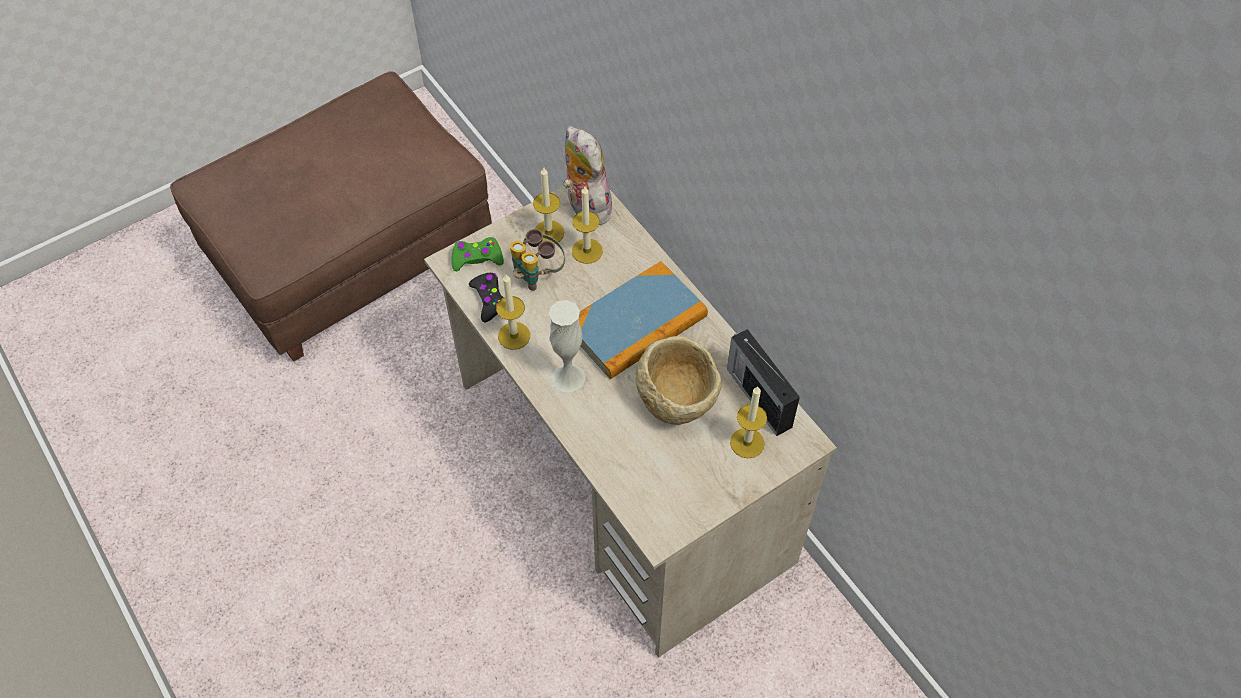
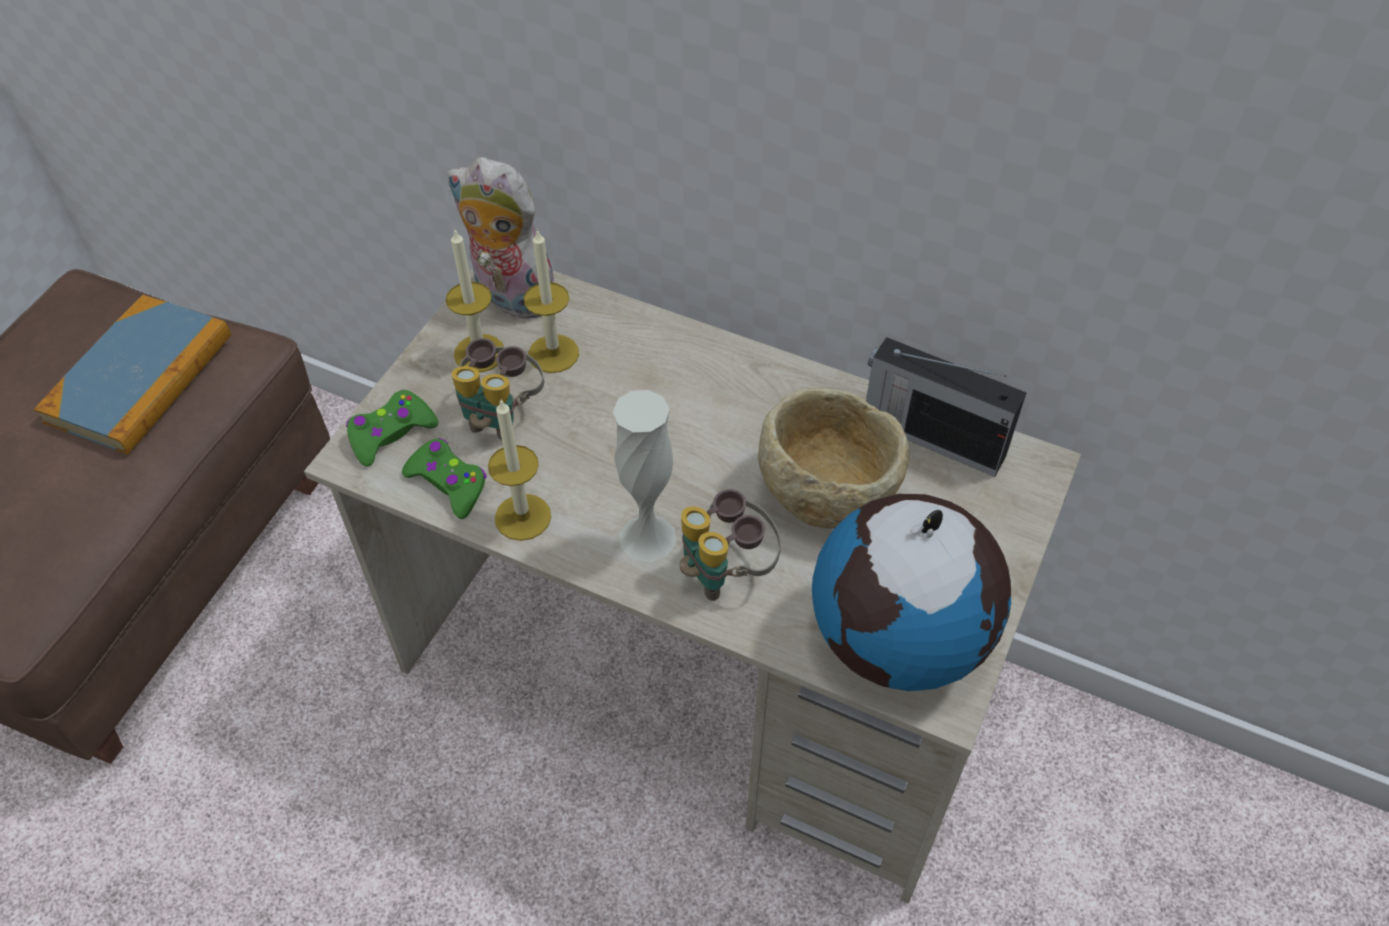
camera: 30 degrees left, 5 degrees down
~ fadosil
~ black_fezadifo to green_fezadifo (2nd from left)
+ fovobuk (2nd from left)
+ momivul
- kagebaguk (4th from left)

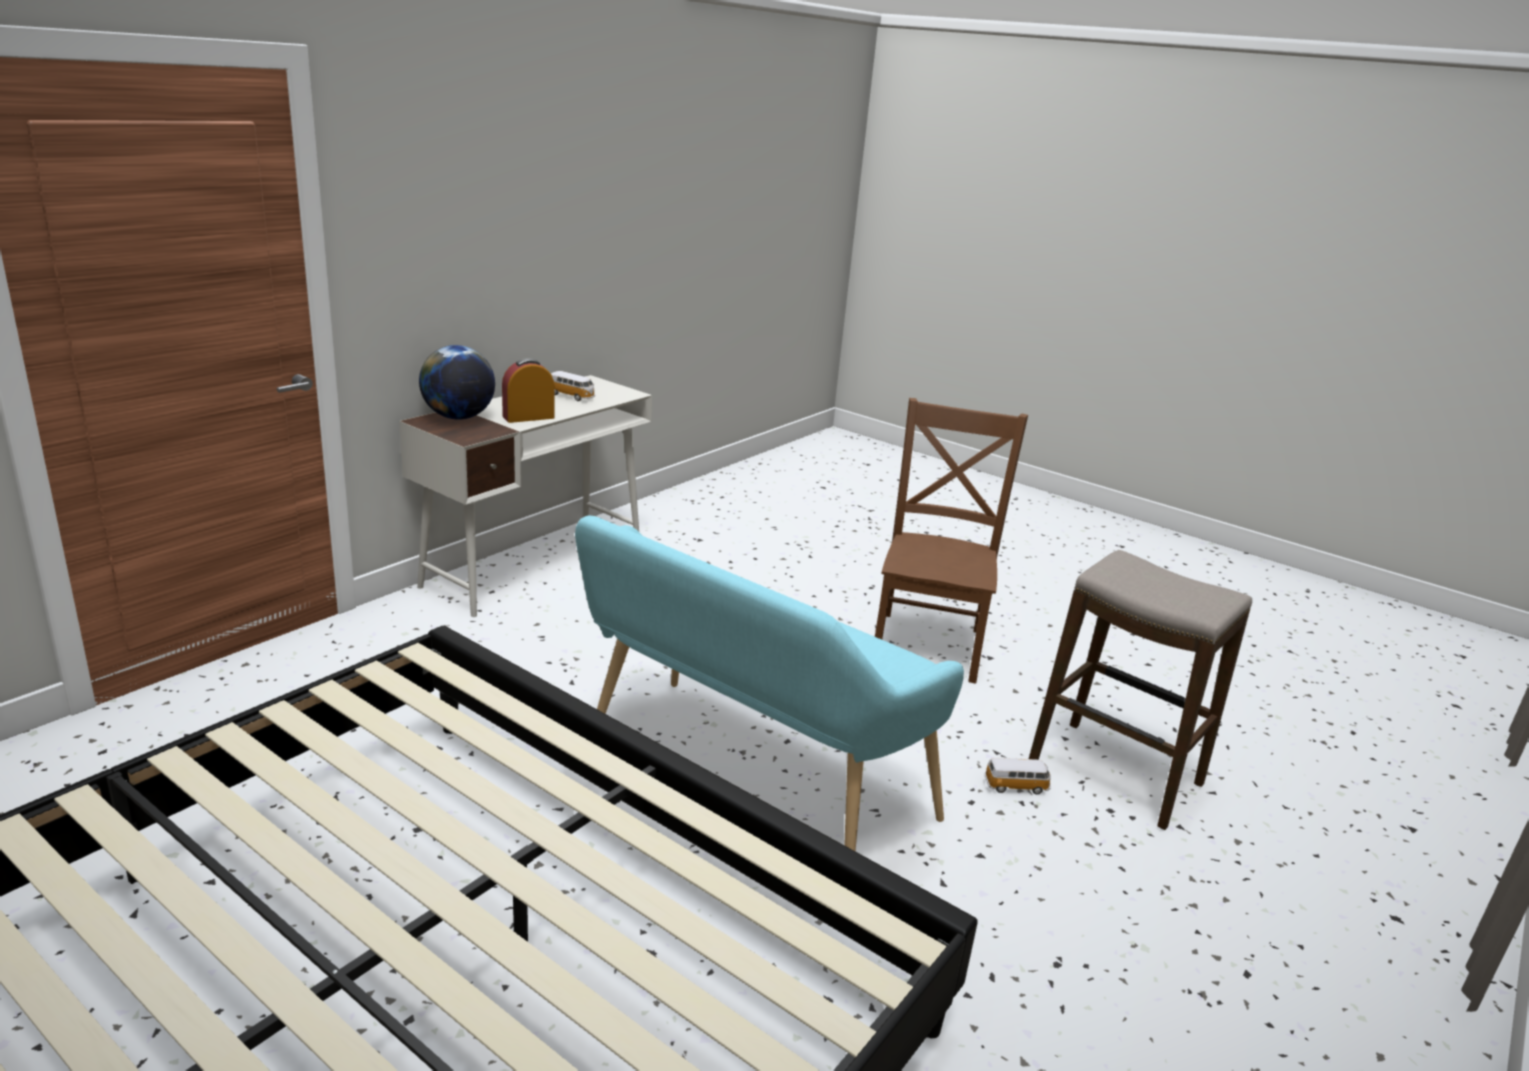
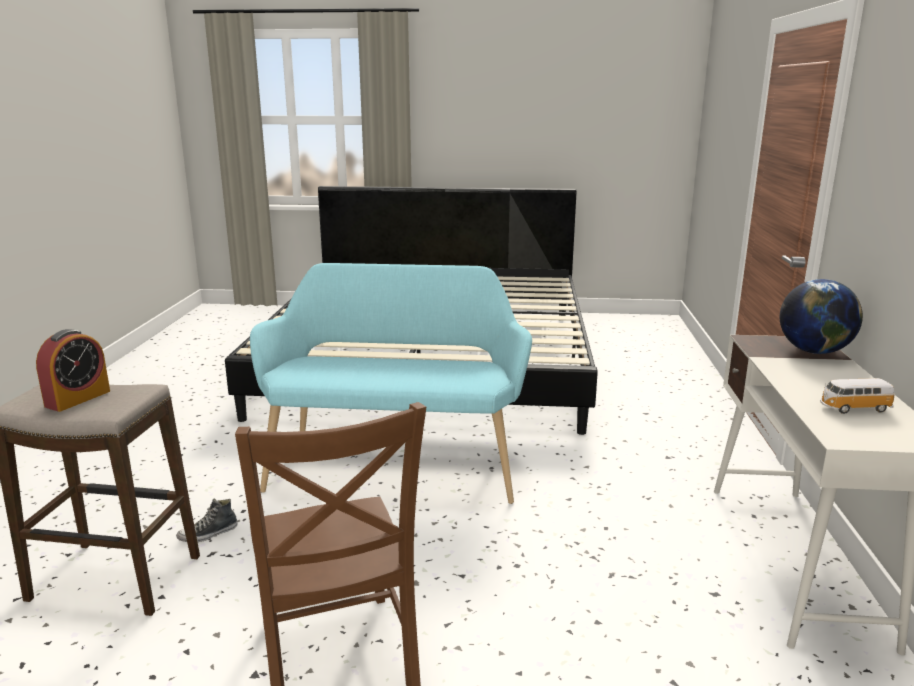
camera: 150 degrees right, 5 degrees down
~ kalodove
~ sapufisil (2nd from left) to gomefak

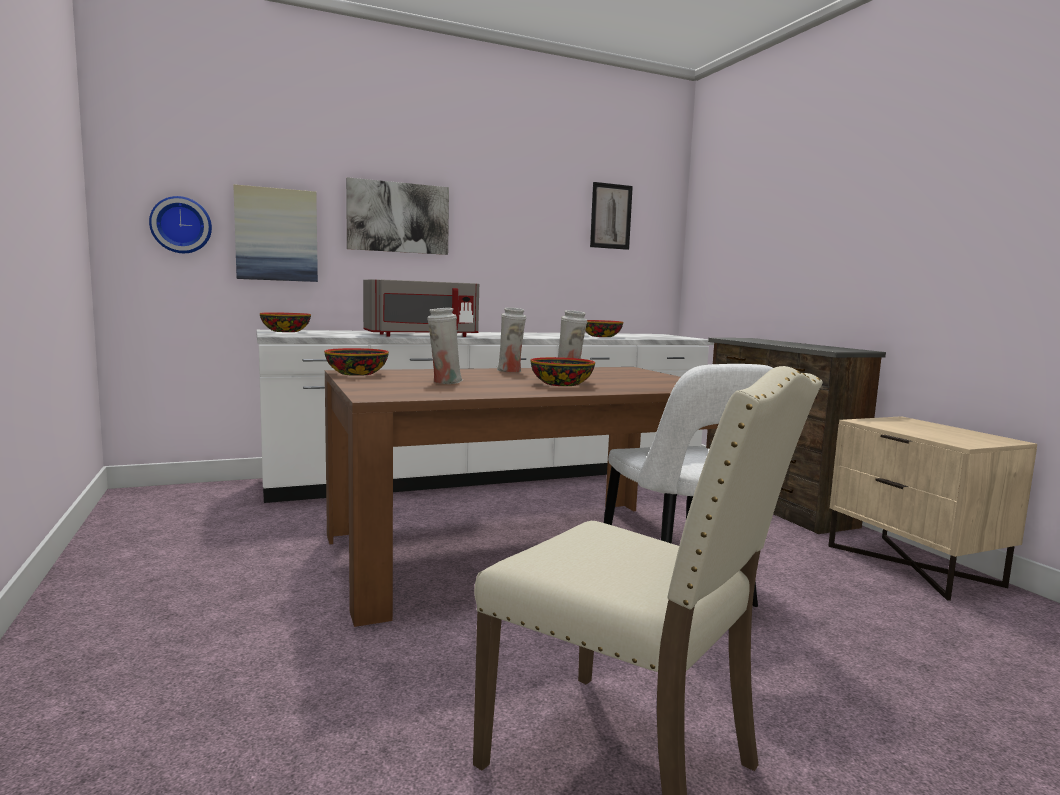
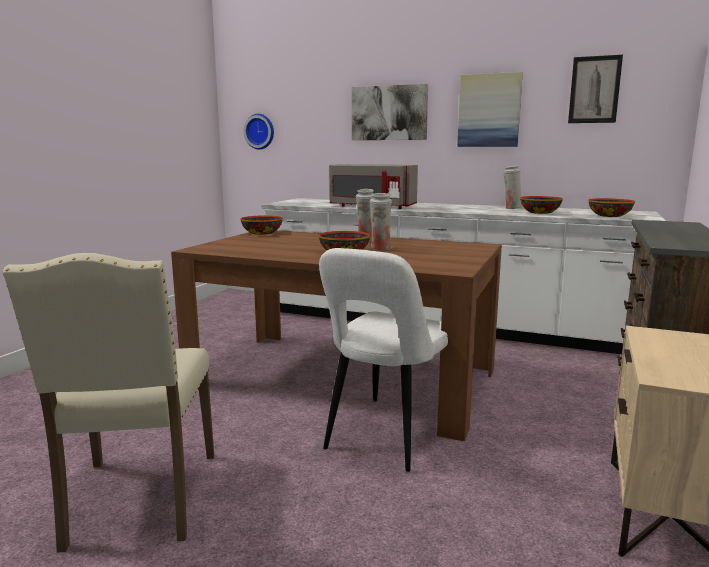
camera: 45 degrees right, 5 degrees up
~ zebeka (1st from left in the first image) to zebeka (2nd from left)
~ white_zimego (1st from left in the first image) to white_zimego (3rd from left)
~ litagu (1st from left in the first image) to litagu (4th from left)

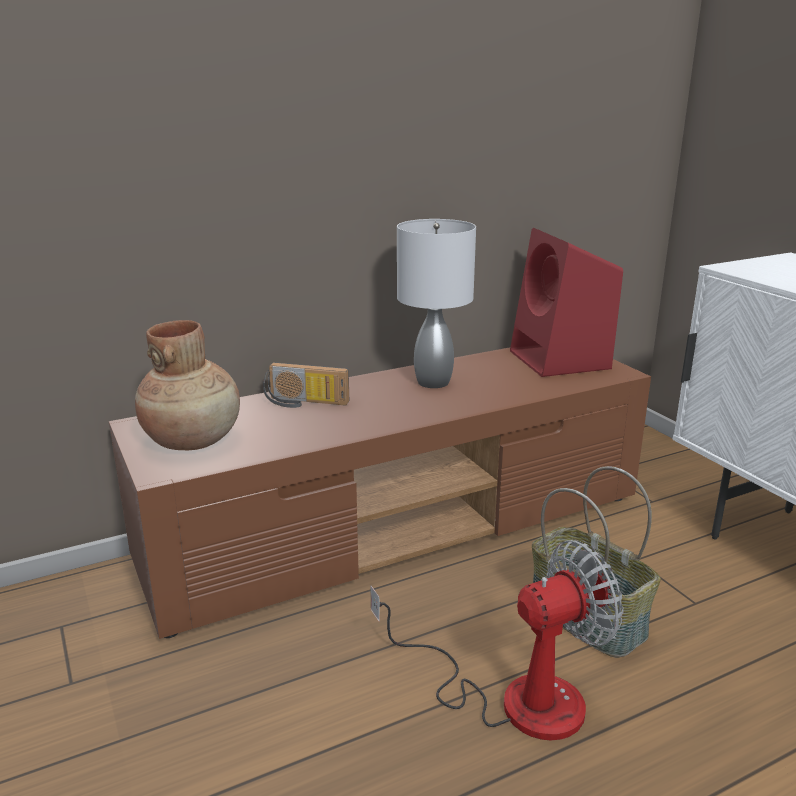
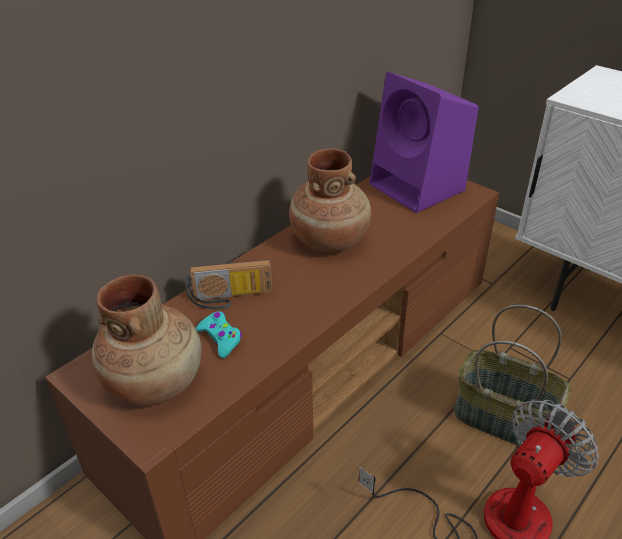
camera: 20 degrees left, 15 degrees up
+ turquoise_fezadifo
~ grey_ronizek to brown_zimego (2nd from left)
~ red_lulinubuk to purple_lulinubuk

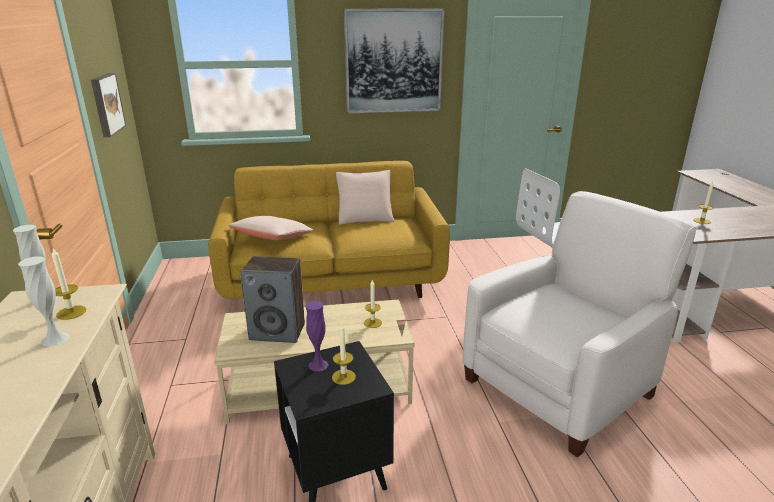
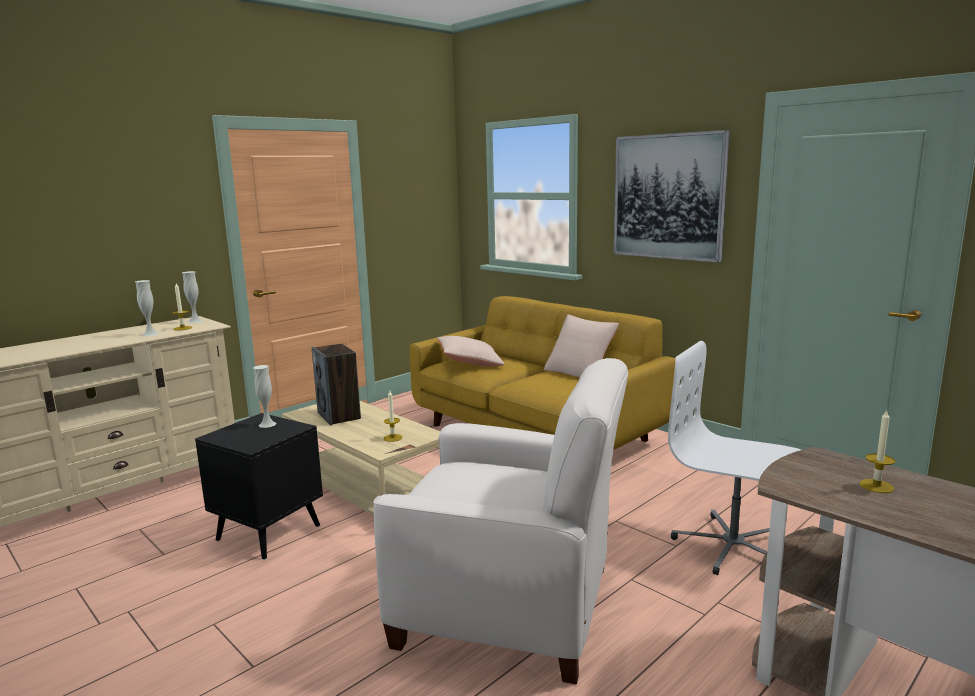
camera: 55 degrees right, 10 degrees down
~ purple_zimego to white_zimego (3rd from left)
- zebeka (1st from left)
- kagebaguk (2nd from left)

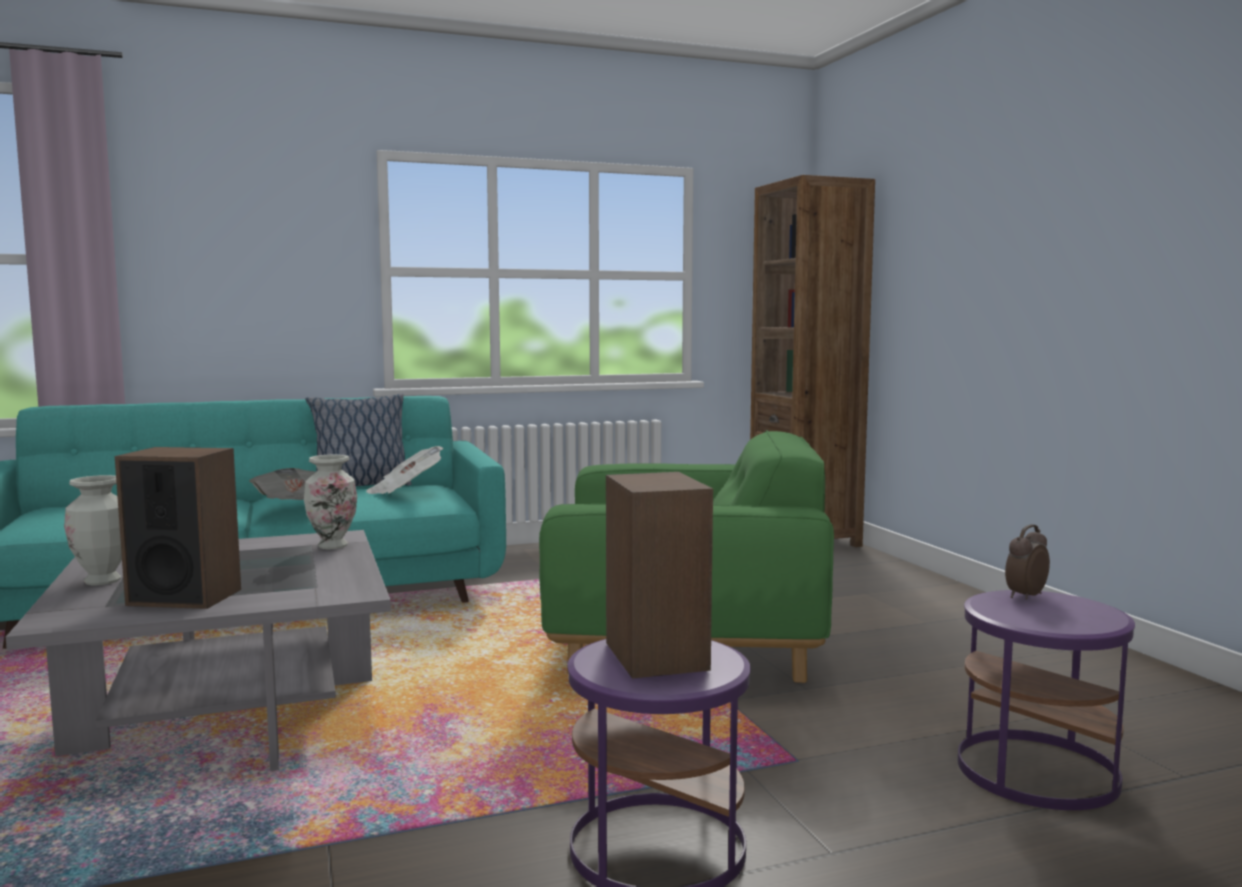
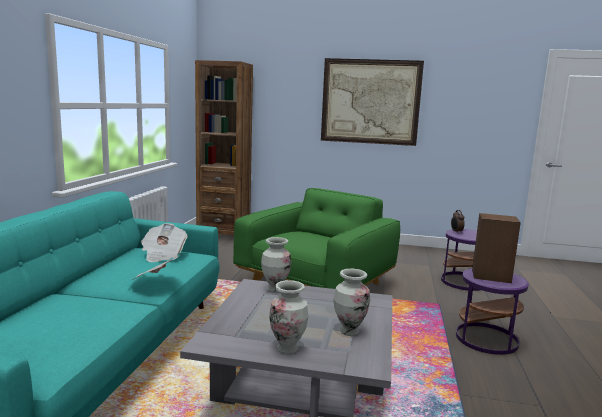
camera: 60 degrees left, 5 degrees up
+ zebeka
~ lulinubuk (1st from left) to zimego (3rd from left)
- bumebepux

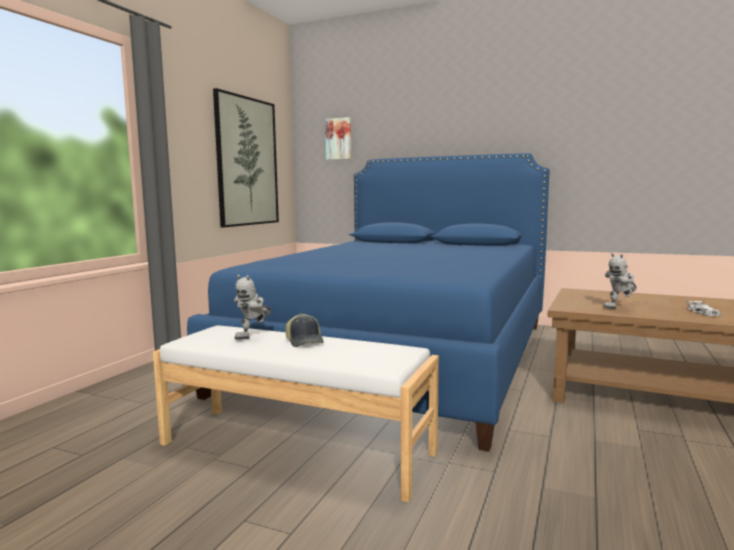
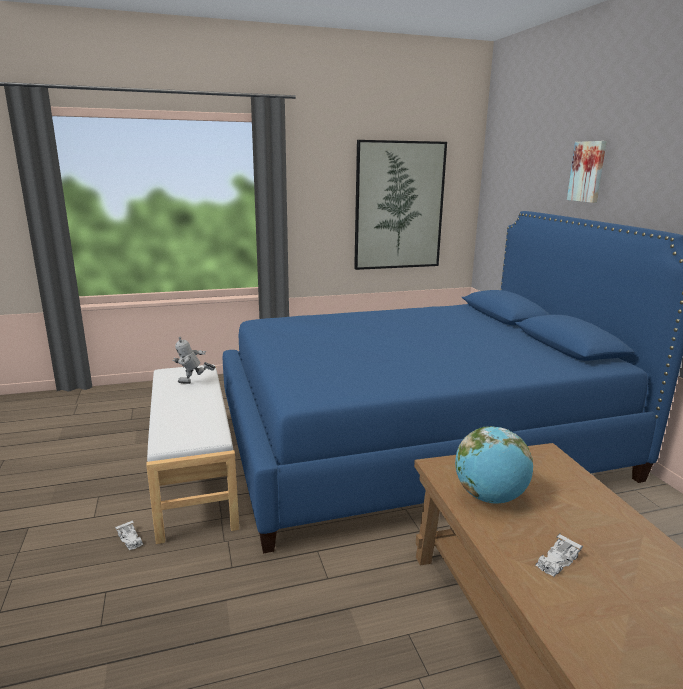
camera: 50 degrees right, 10 degrees up
+ white_sapufisil (1st from left)
~ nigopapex (2nd from left) to momivul
~ zebeka (2nd from left)
- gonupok

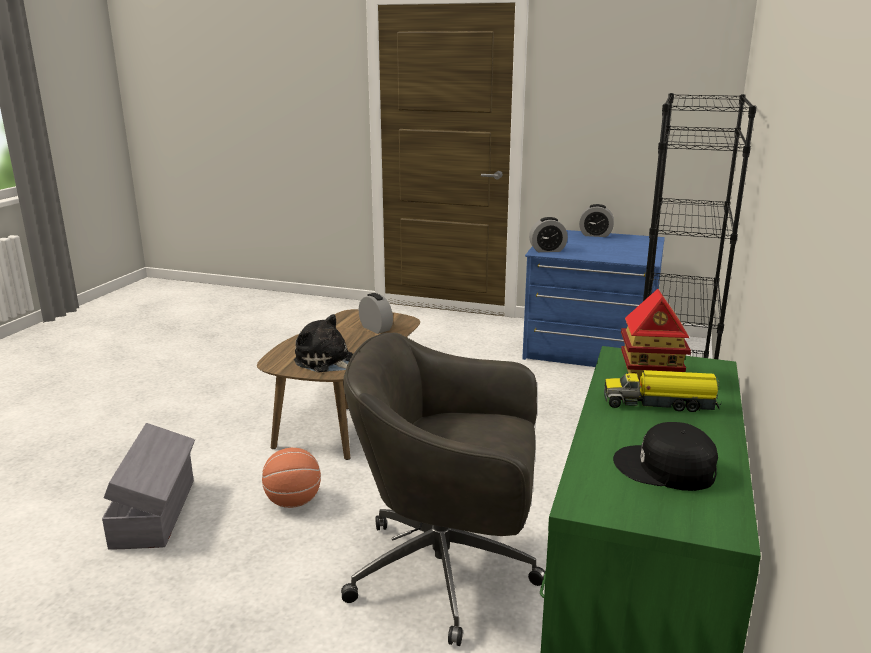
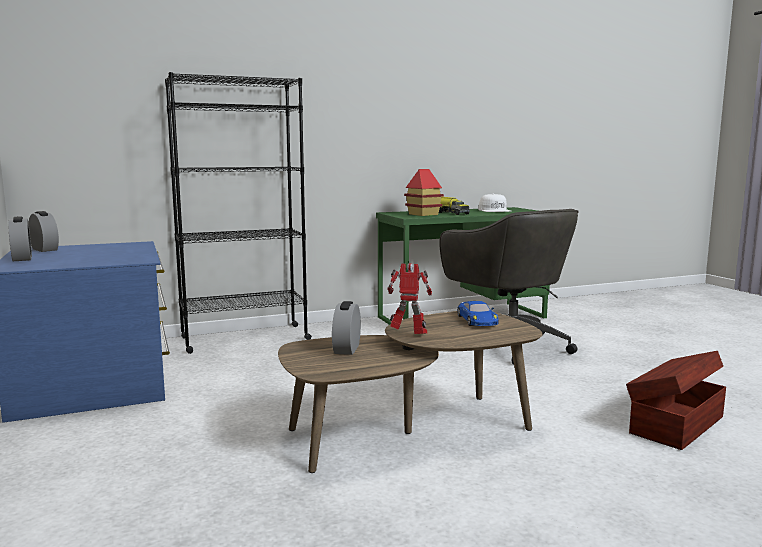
camera: 130 degrees left, 10 degrees down
~ kalodove (2nd from left)
+ nigopapex
~ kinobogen to blue_sapufisil
~ black_gonupok to white_gonupok
~ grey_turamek to brown_turamek
- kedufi

